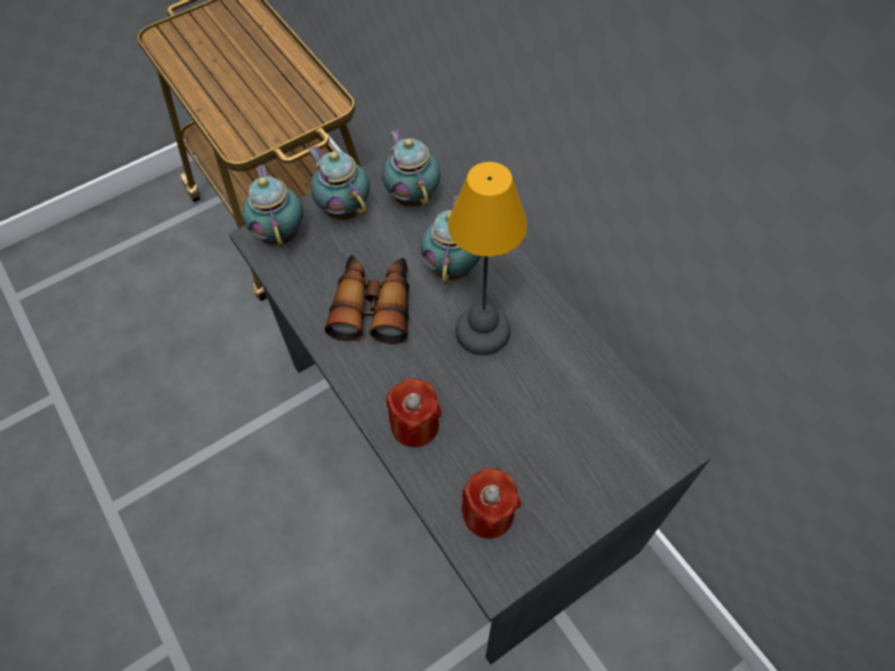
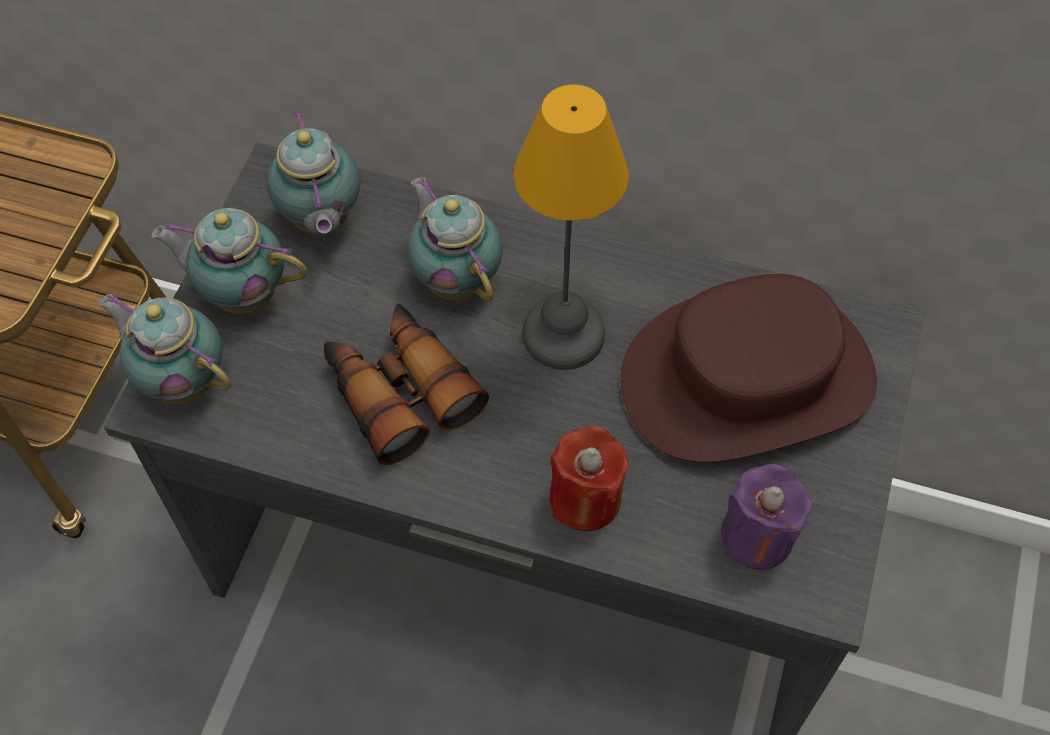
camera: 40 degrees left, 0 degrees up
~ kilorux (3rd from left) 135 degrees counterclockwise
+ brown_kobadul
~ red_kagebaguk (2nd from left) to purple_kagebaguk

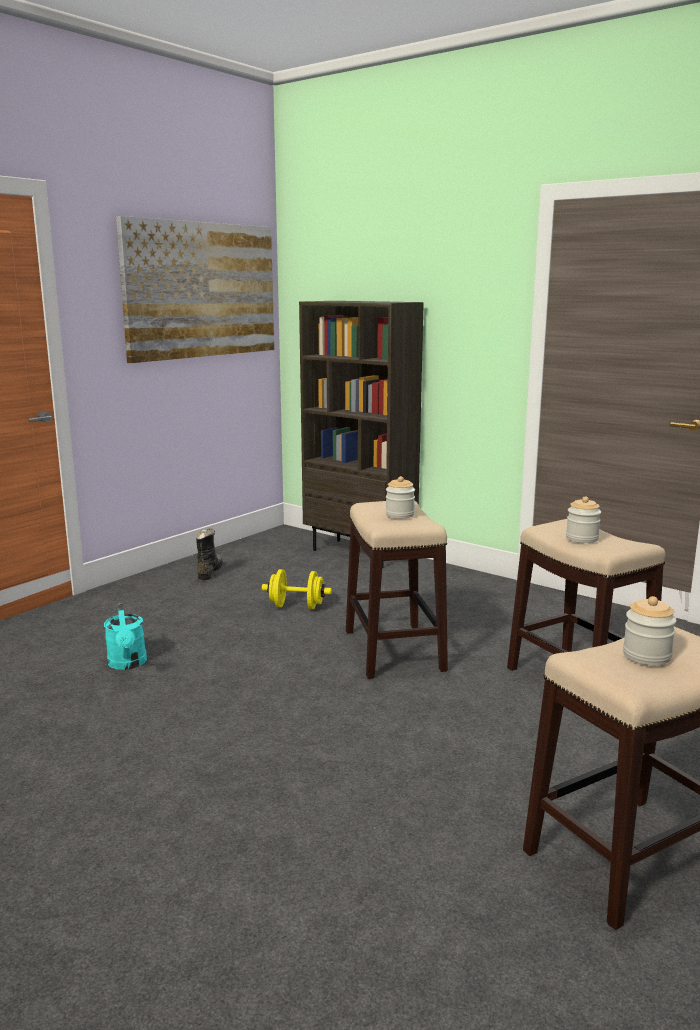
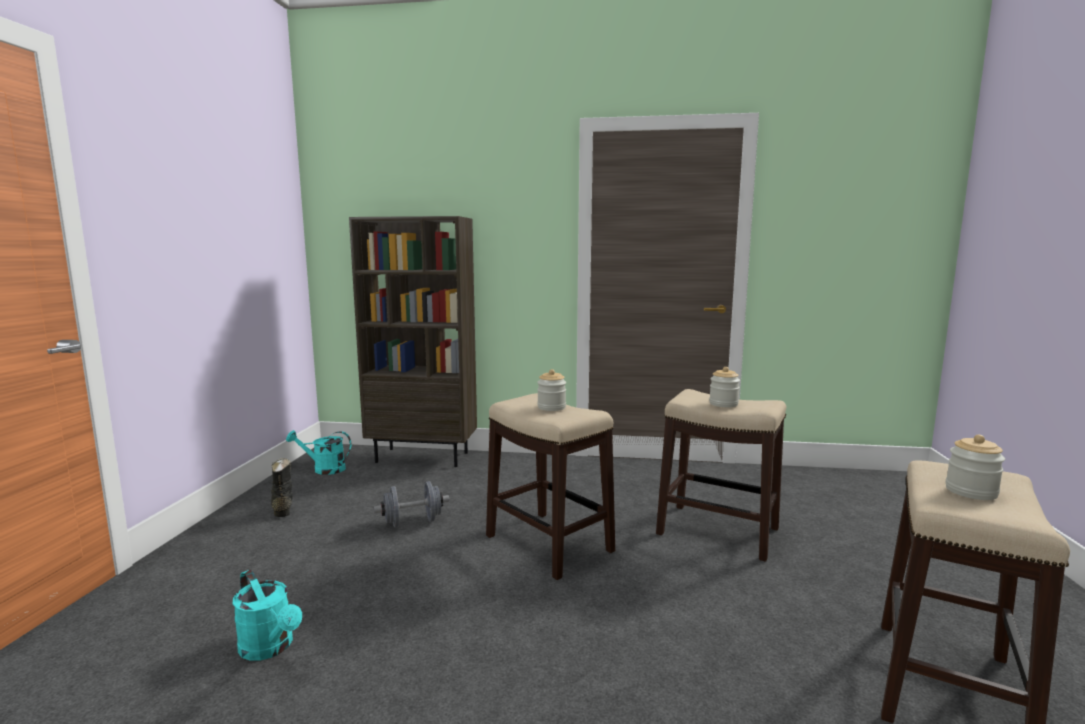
camera: 30 degrees left, 5 degrees down
+ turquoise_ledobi (2nd from left)
~ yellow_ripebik to grey_ripebik
- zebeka

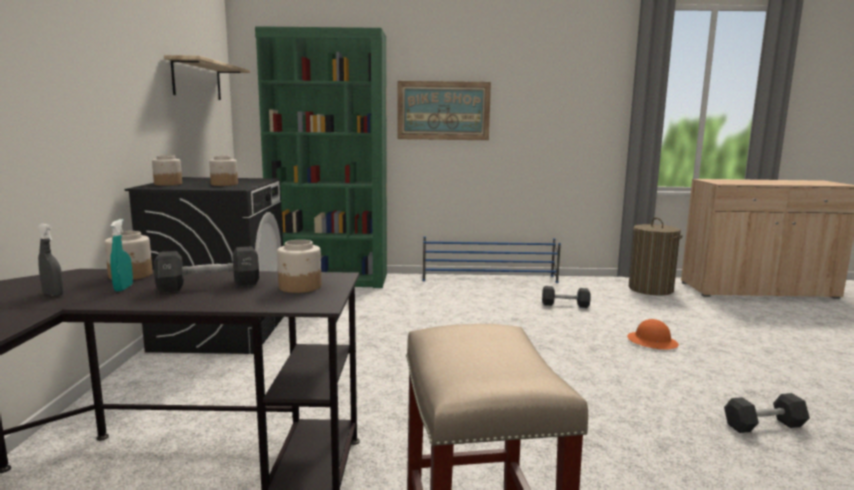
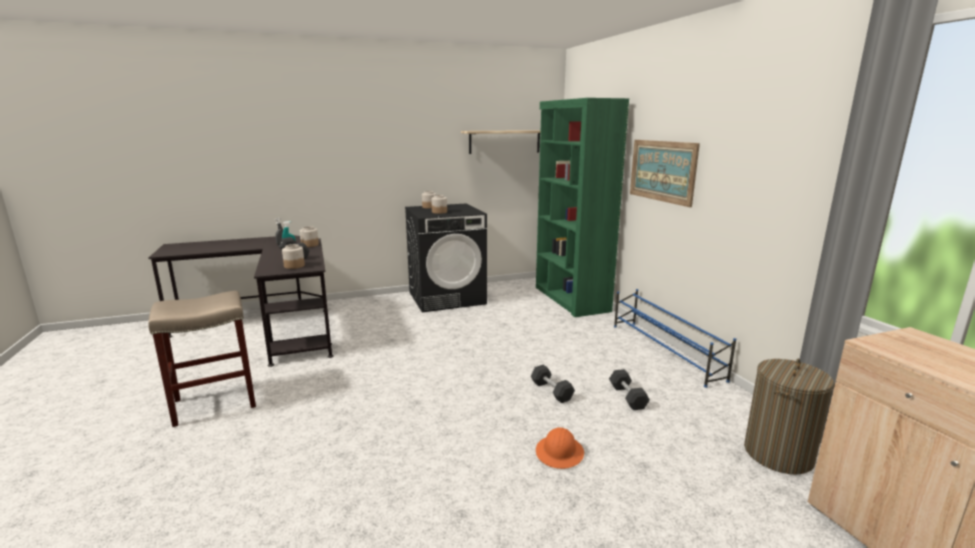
camera: 70 degrees right, 5 degrees up
~ black_ripebik (3rd from left in the first image) to black_ripebik (2nd from left)

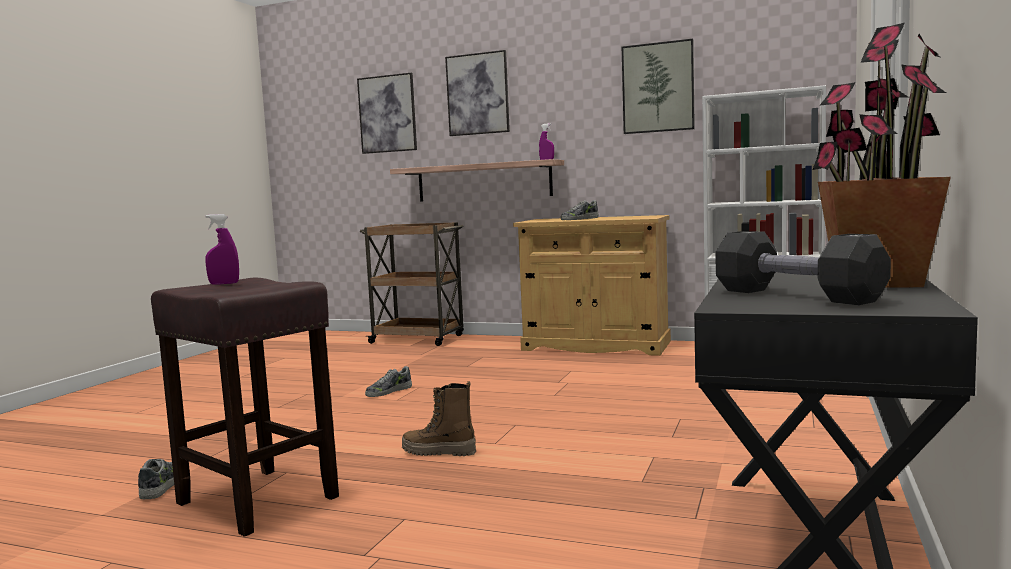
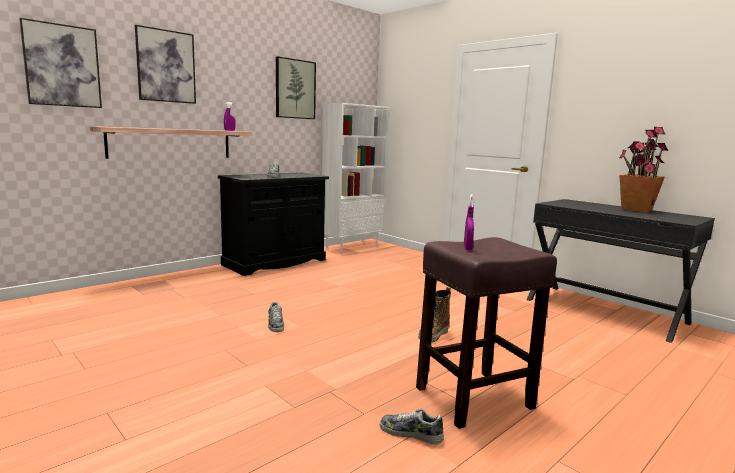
camera: 65 degrees left, 5 degrees up
~ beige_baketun to black_baketun
- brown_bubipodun
- black_ripebik

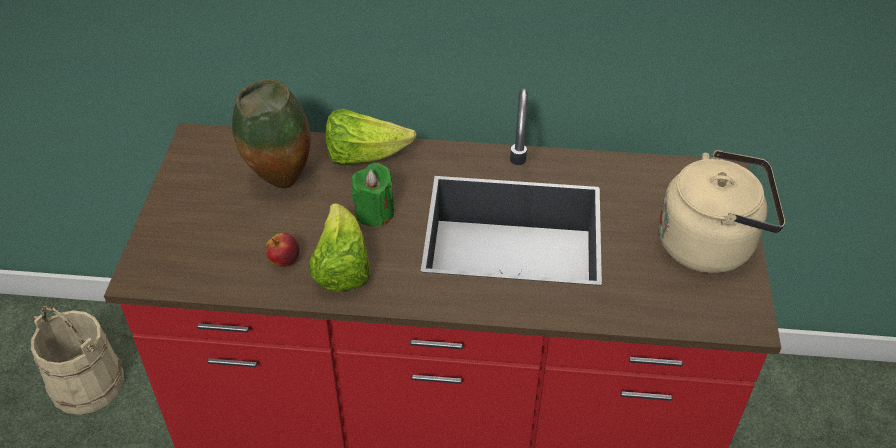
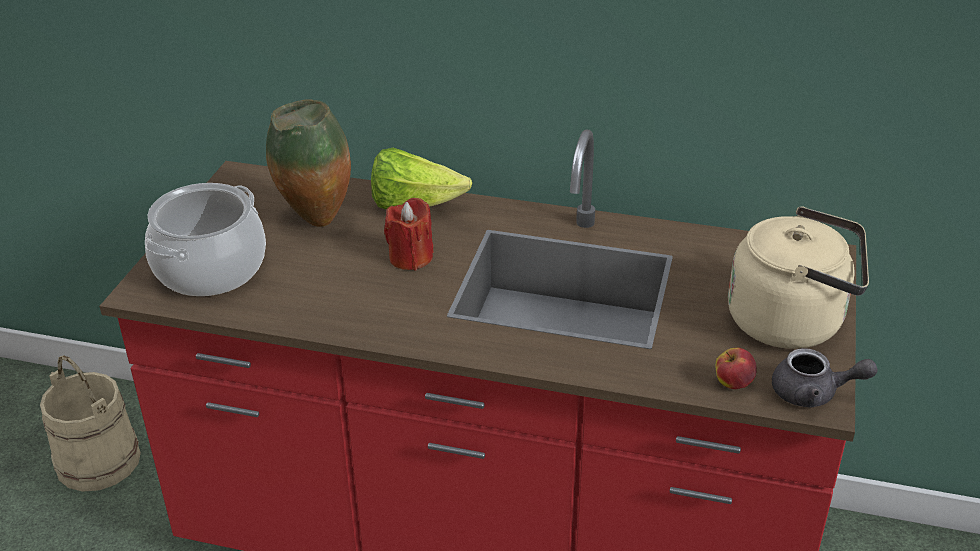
camera: 10 degrees right, 10 degrees down
+ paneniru
~ green_kagebaguk to red_kagebaguk
~ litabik
+ grey_kilorux
- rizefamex (1st from left)

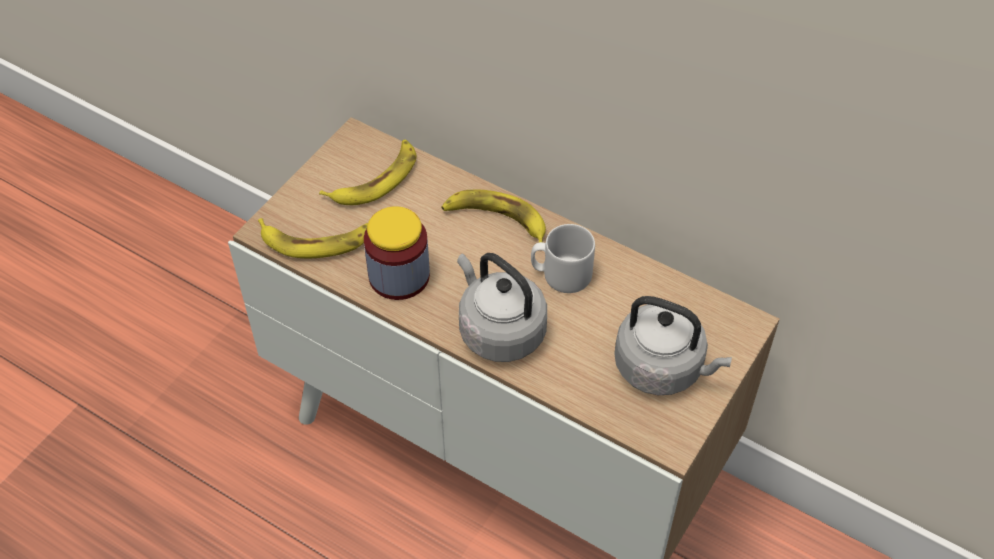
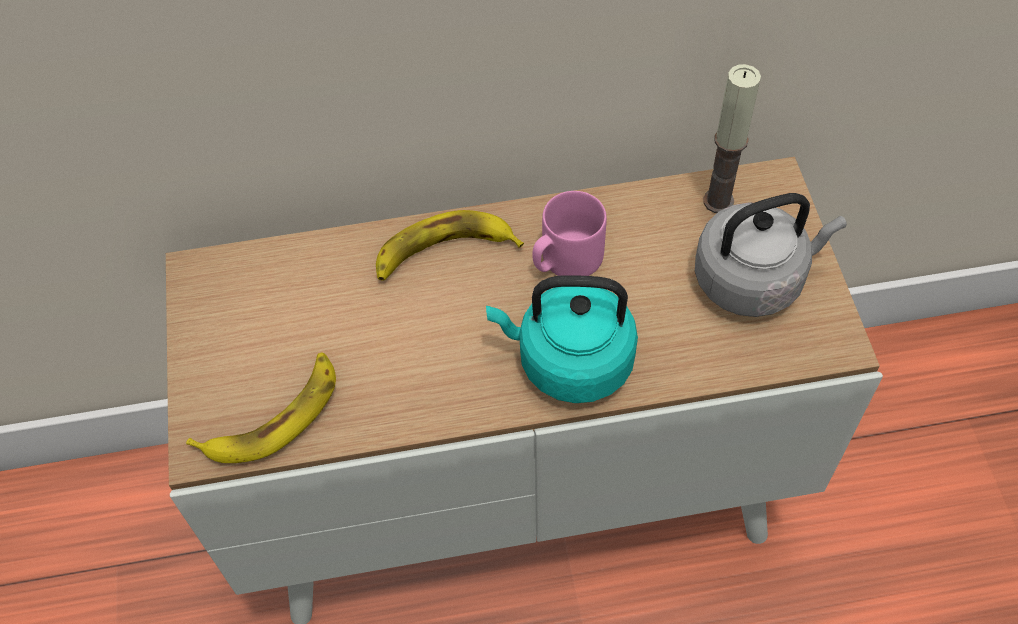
camera: 40 degrees left, 5 degrees up
~ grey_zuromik (1st from left) to turquoise_zuromik
~ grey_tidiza to pink_tidiza
+ kagebaguk
- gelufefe (2nd from left)
- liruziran

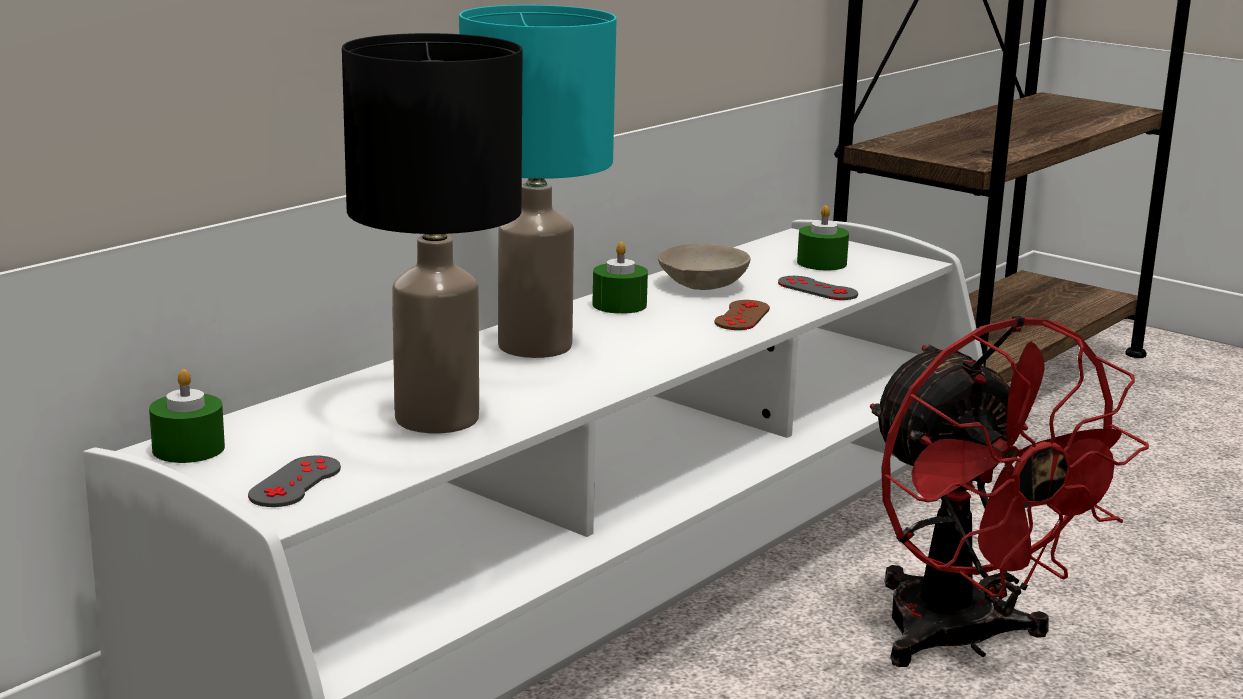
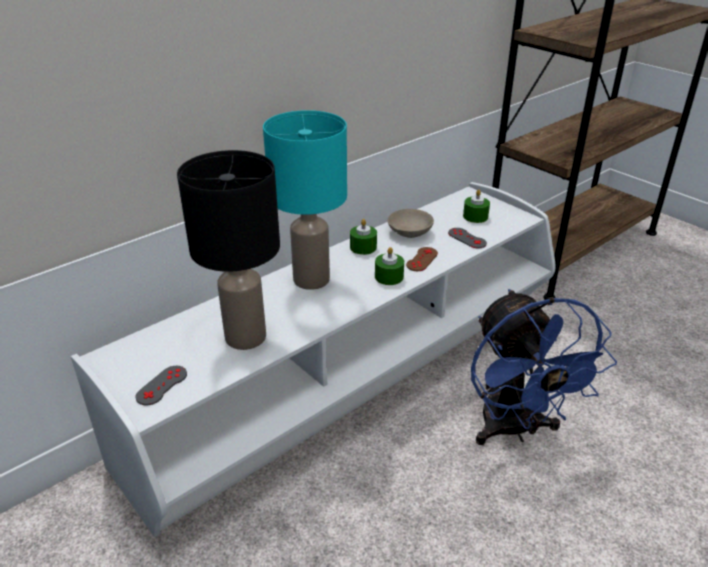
camera: 10 degrees right, 15 degrees up
~ green_kagebaguk (1st from left in the first image) to green_kagebaguk (2nd from left)
~ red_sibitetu to blue_sibitetu

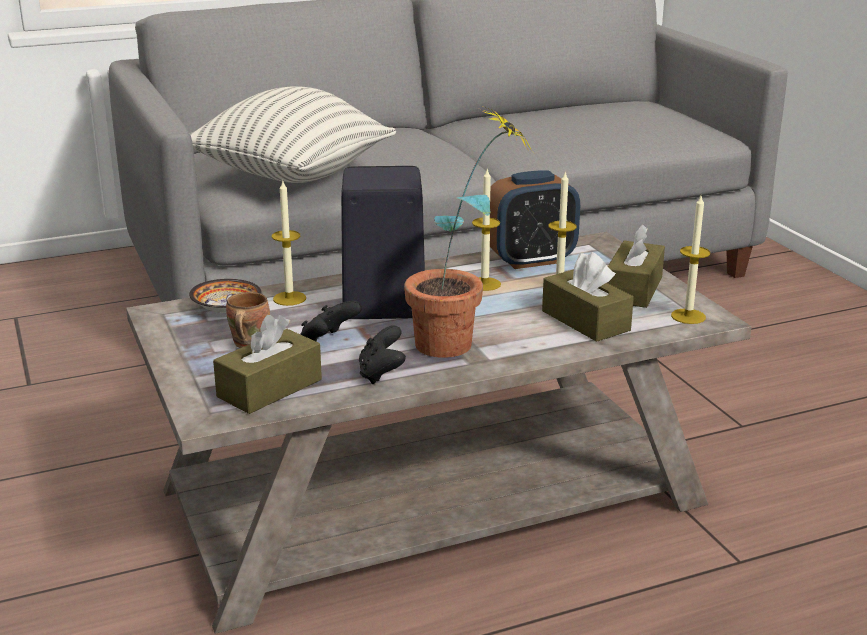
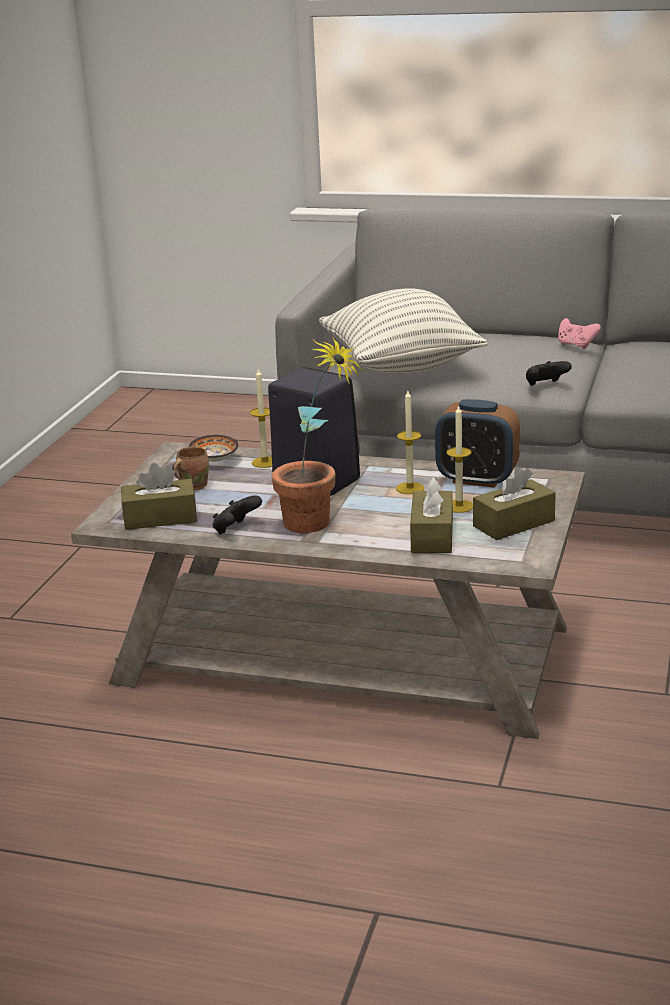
camera: 40 degrees right, 0 degrees up
~ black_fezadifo (1st from left in the first image) to black_fezadifo (2nd from left)
+ pink_fezadifo
- kagebaguk (4th from left)

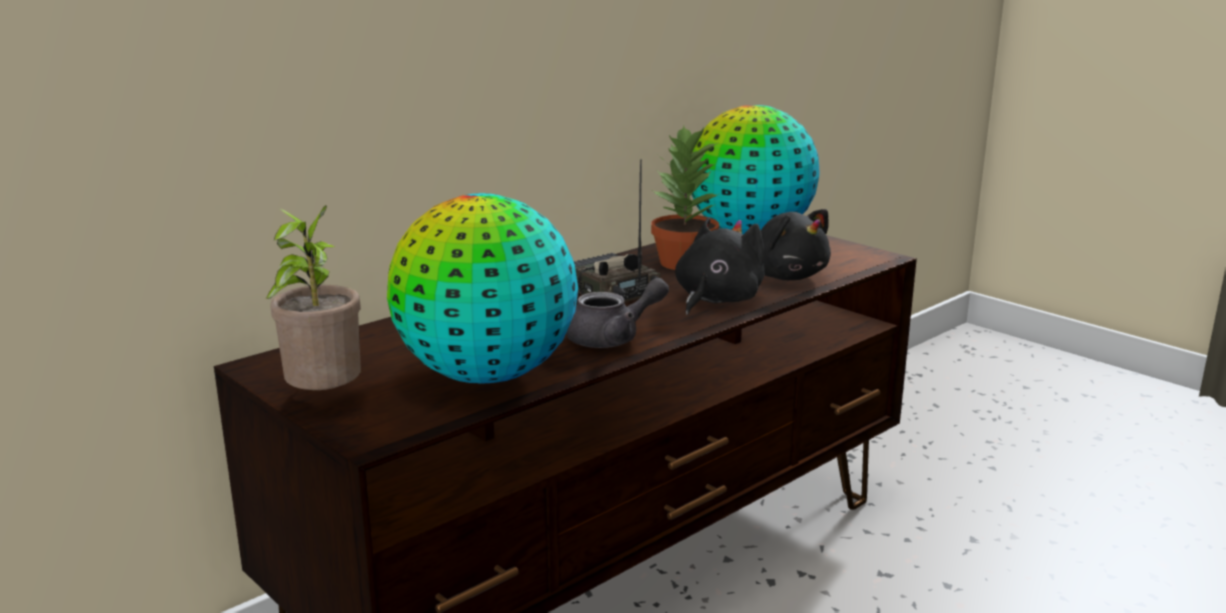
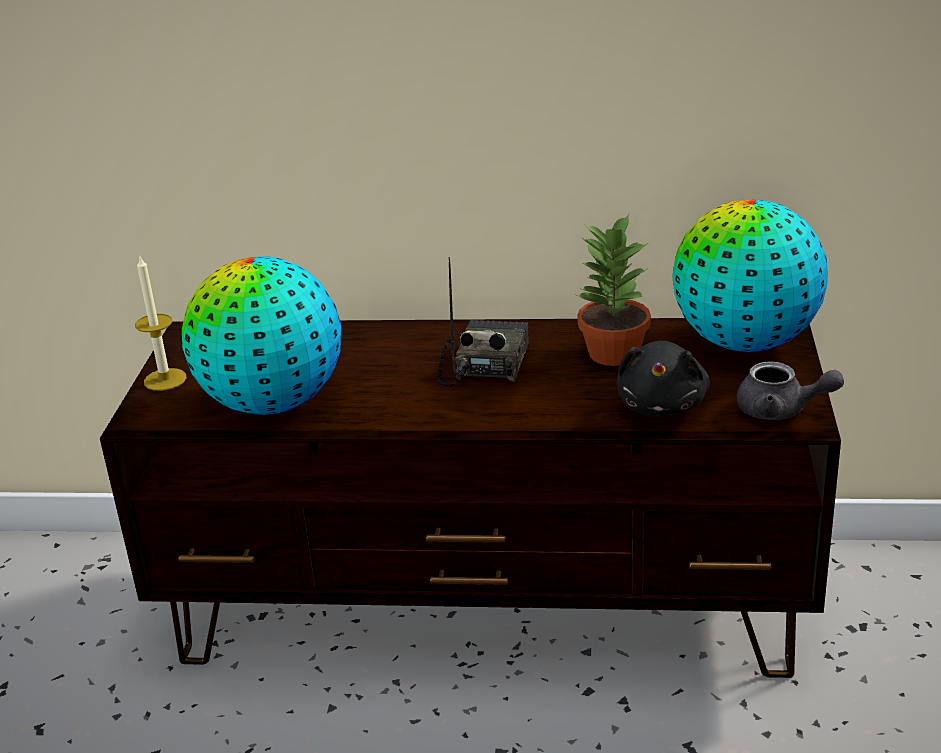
camera: 50 degrees right, 10 degrees up
~ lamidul (1st from left) to kagebaguk
~ grey_kilorux
- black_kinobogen (1st from left)

